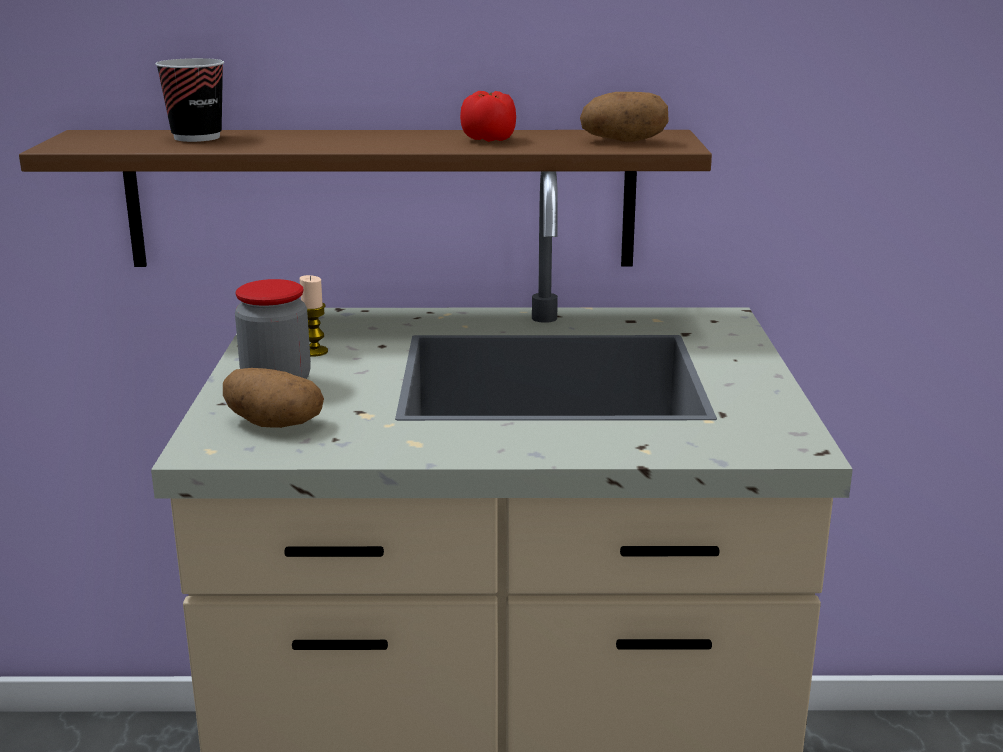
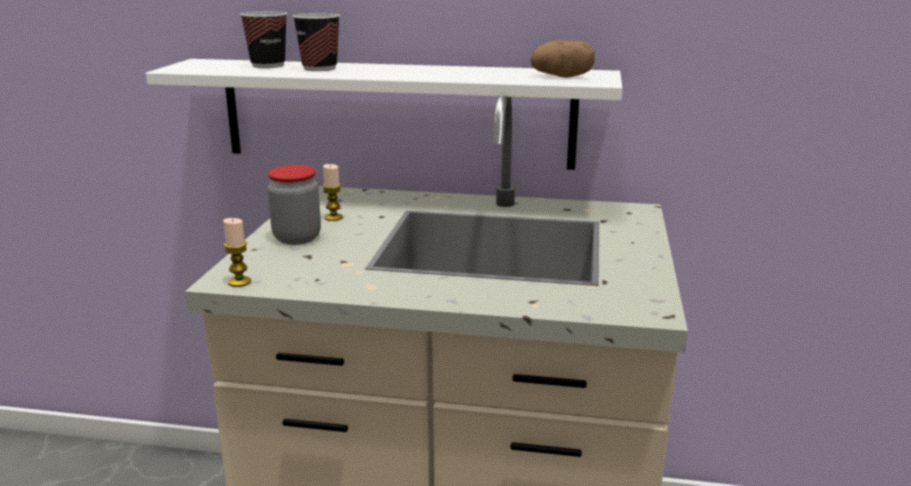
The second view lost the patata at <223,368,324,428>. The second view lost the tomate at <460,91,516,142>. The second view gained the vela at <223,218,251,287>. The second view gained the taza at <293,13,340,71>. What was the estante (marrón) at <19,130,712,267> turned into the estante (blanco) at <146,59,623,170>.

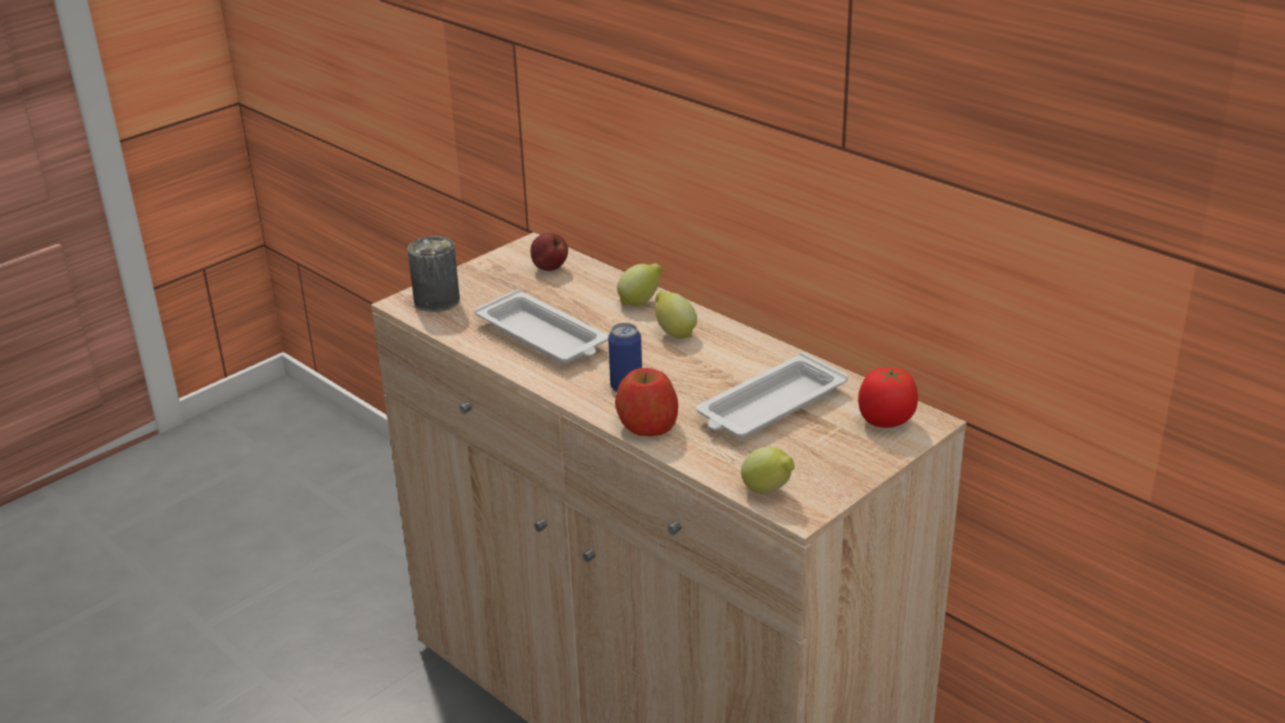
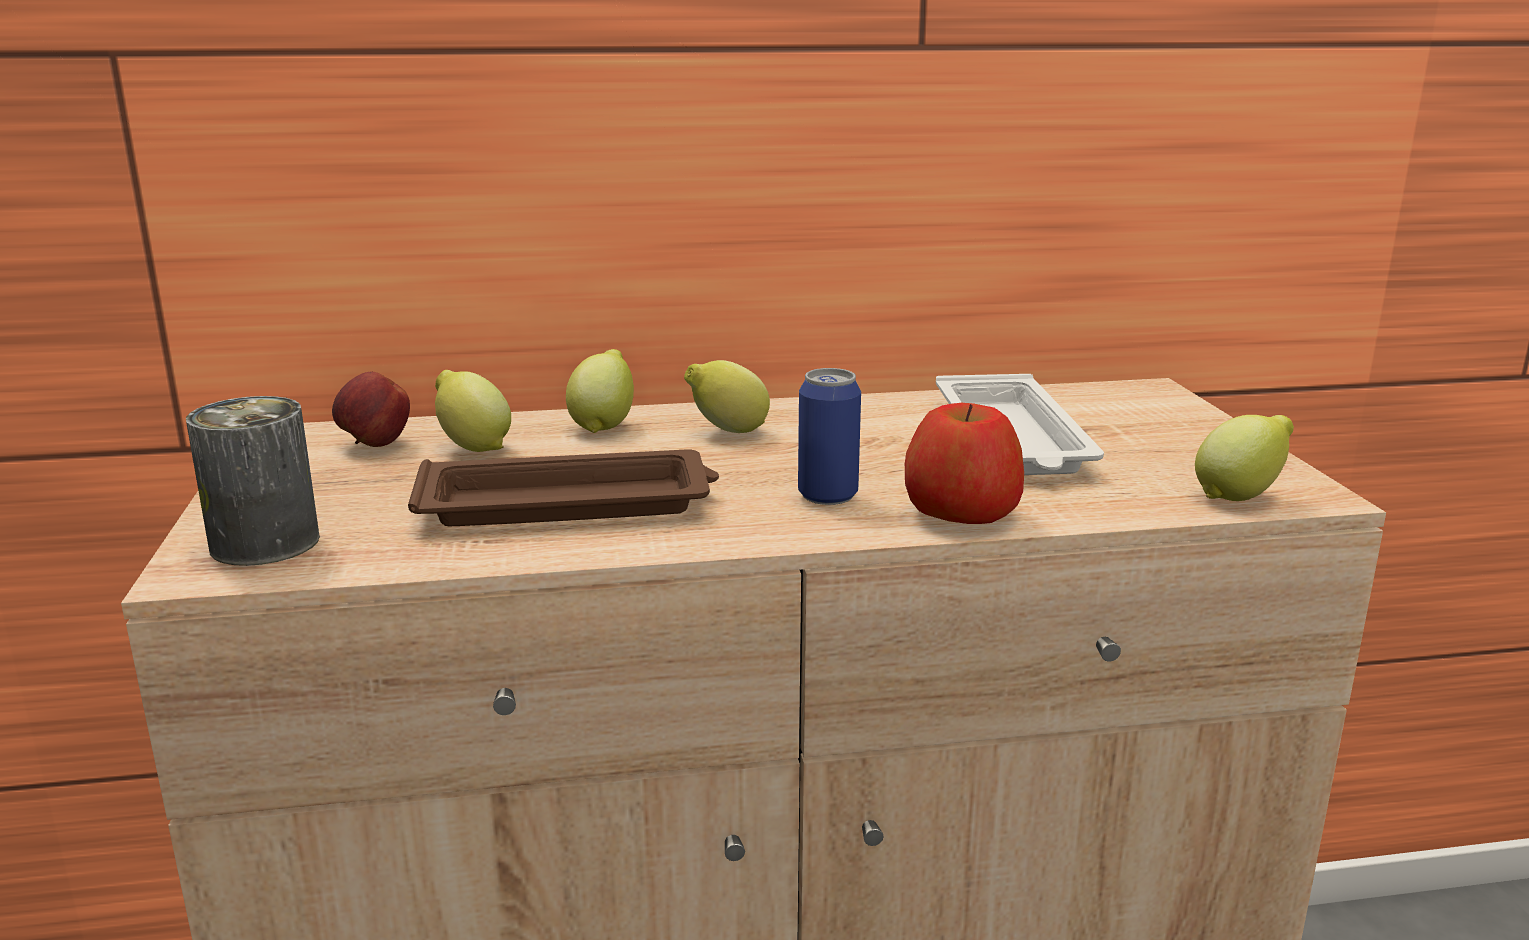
The second view lost the tomate at <858,367,918,428>. The second view gained the limón at <435,370,511,452>. What was the bandeja (blanco) at <474,289,608,364> turned into the bandeja (marrón) at <408,450,719,526>.

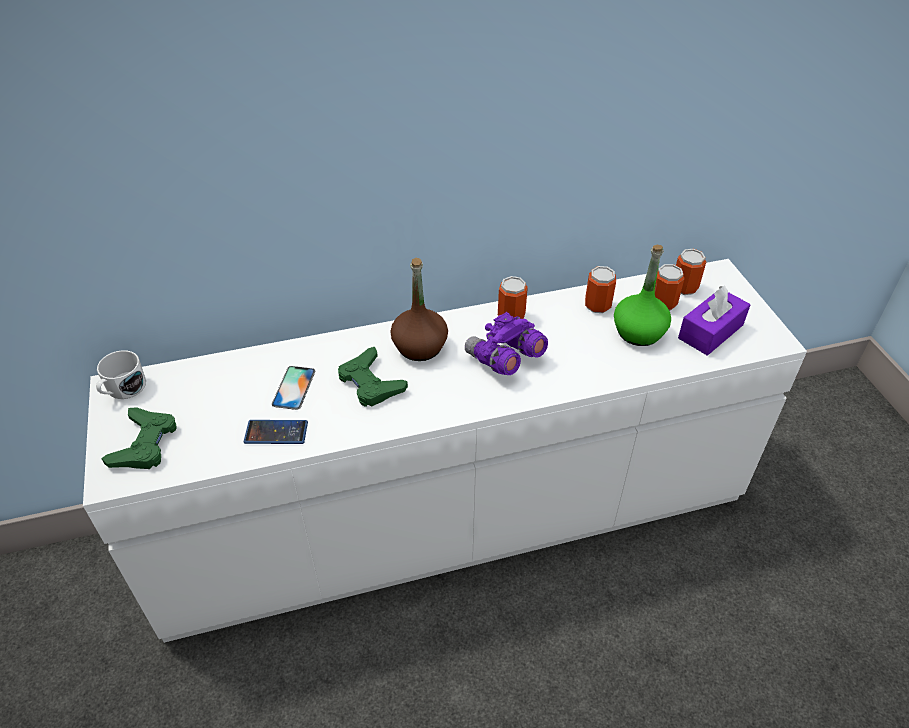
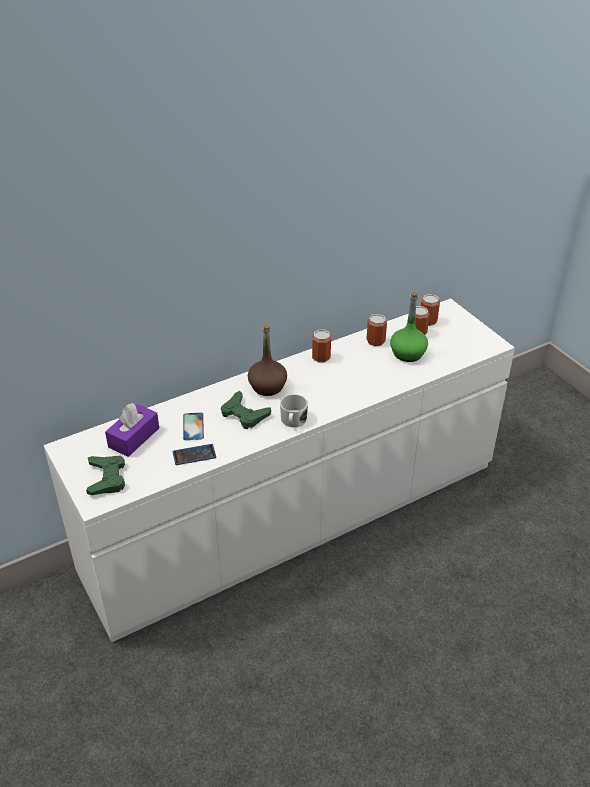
The second view lost the prismáticos (morado) at <465,312,548,375>. The taza grande (blanco) ended up elsewhere, having gone from <96,350,146,399> to <280,394,308,427>. The caja de pañuelos (morado) ended up elsewhere, having gone from <678,286,750,356> to <105,403,159,457>.

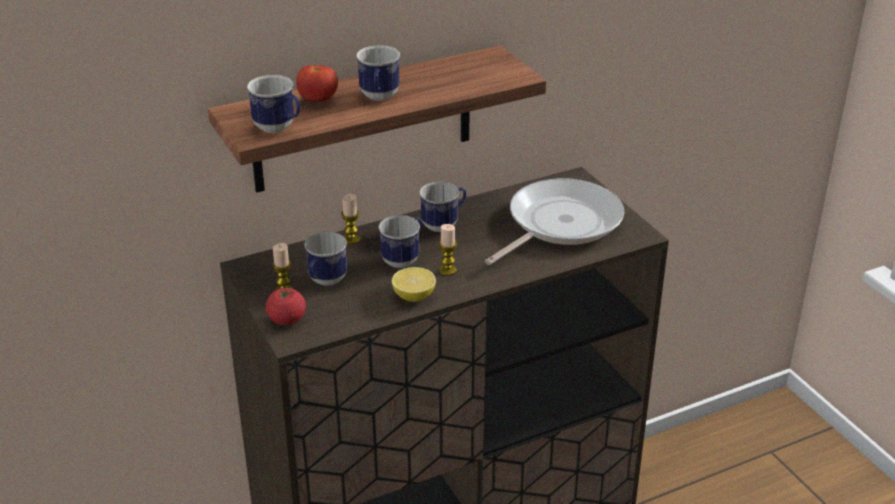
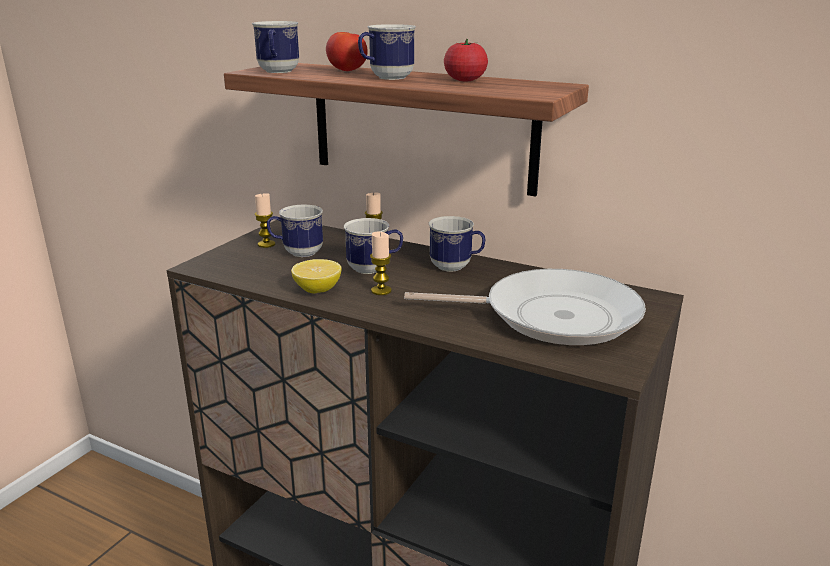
The tomate ended up elsewhere, having gone from <266,288,306,325> to <444,39,488,81>.

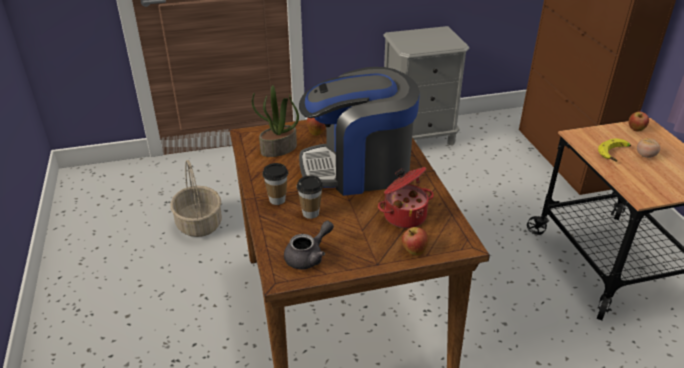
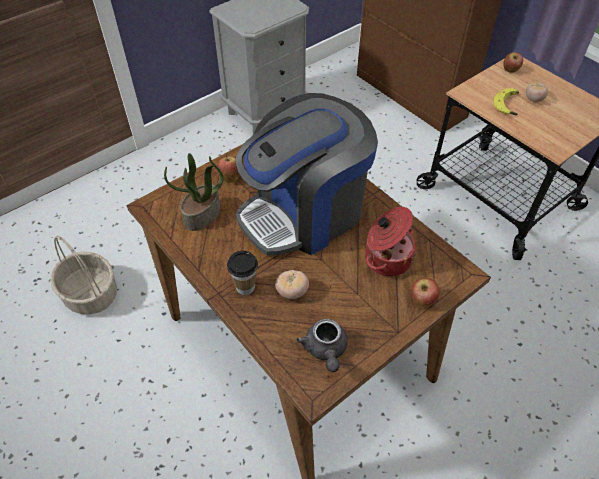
Where the taza stood at <297,176,323,219>, the tomate came to stand at <275,270,309,299>. The tetera (gris) at <284,220,334,270> ended up facing another way, 150 degrees clockwise from before.

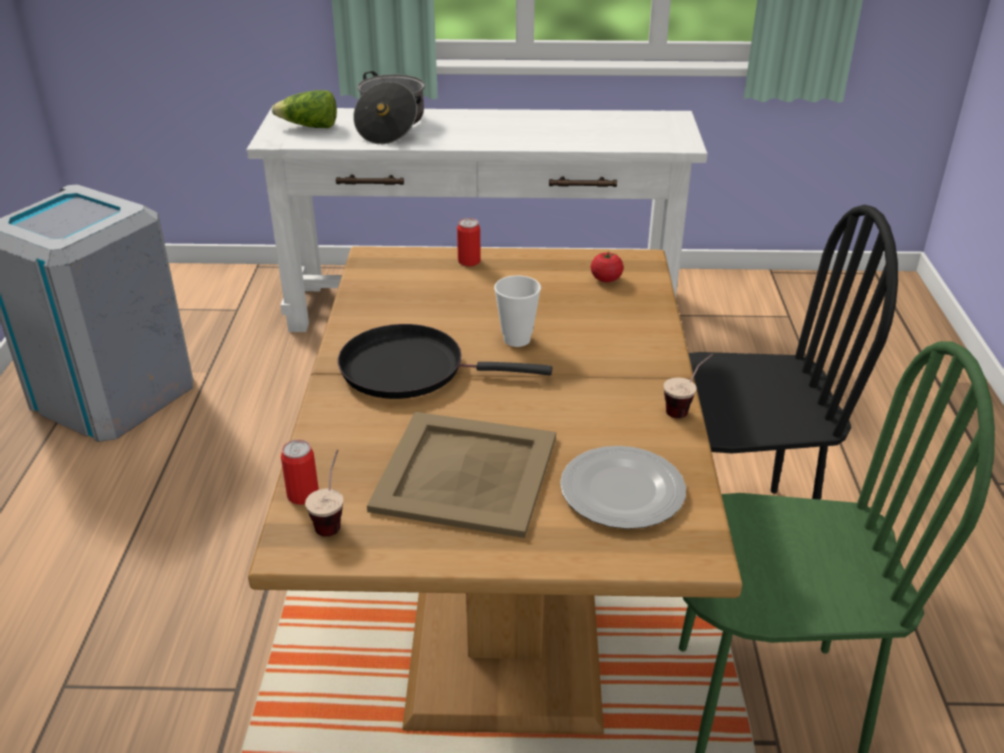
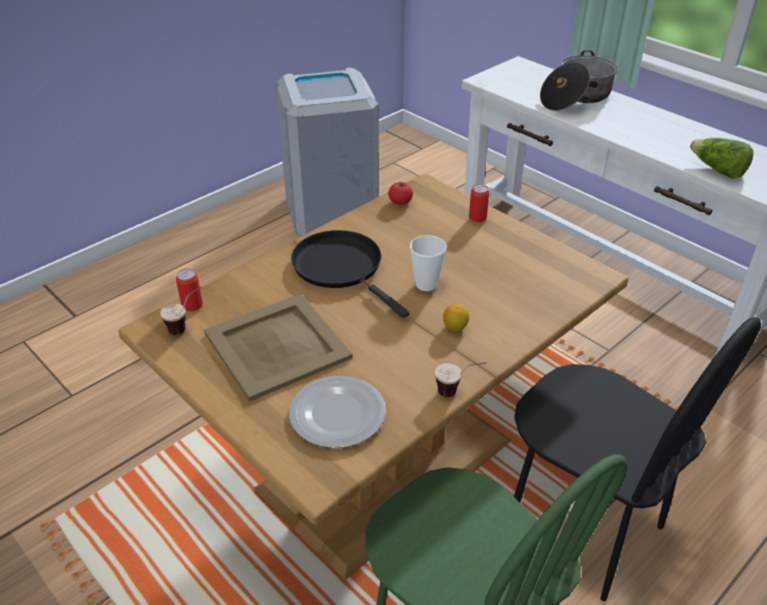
The second view gained the limón at <443,304,469,332>. The lechuga ended up elsewhere, having gone from <272,90,337,128> to <690,138,754,179>. The tomate ended up elsewhere, having gone from <591,252,624,282> to <388,182,413,205>.

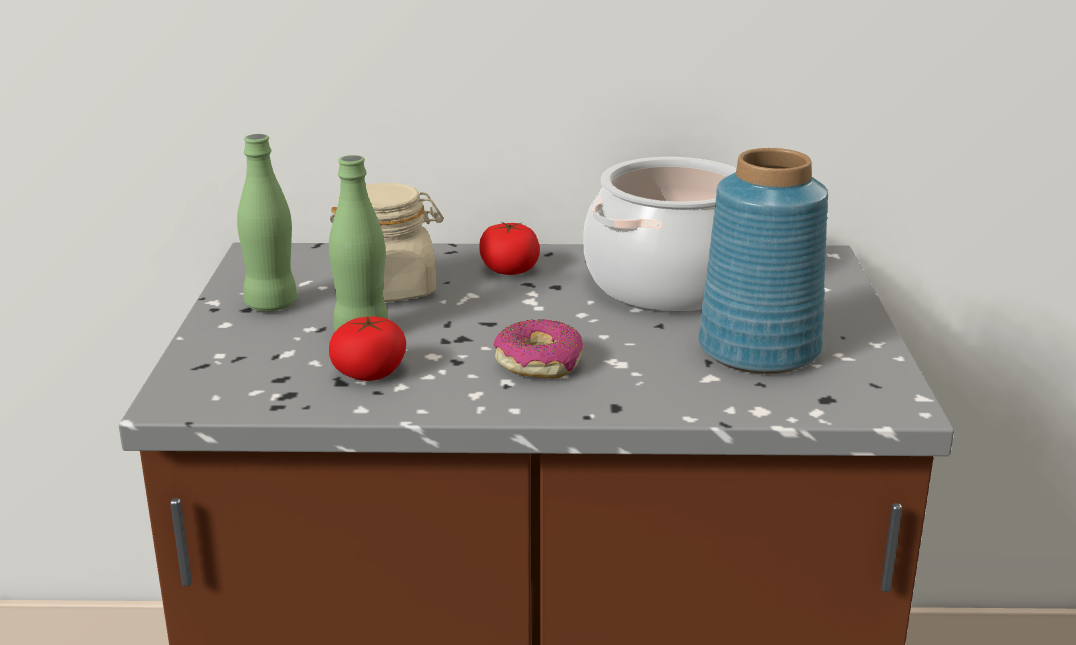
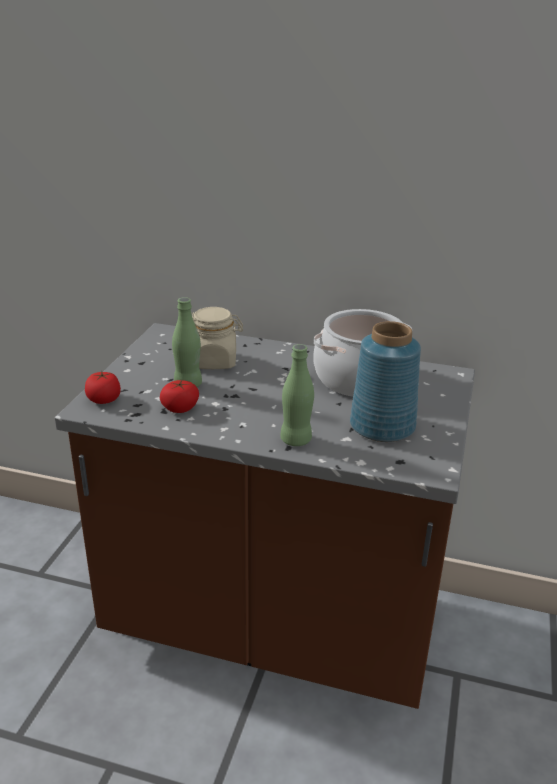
The second view lost the rosquilla at <494,319,583,379>. The botella (verde) ended up elsewhere, having gone from <237,134,297,311> to <280,344,314,446>. The tomate ended up elsewhere, having gone from <479,222,540,275> to <85,371,121,404>.

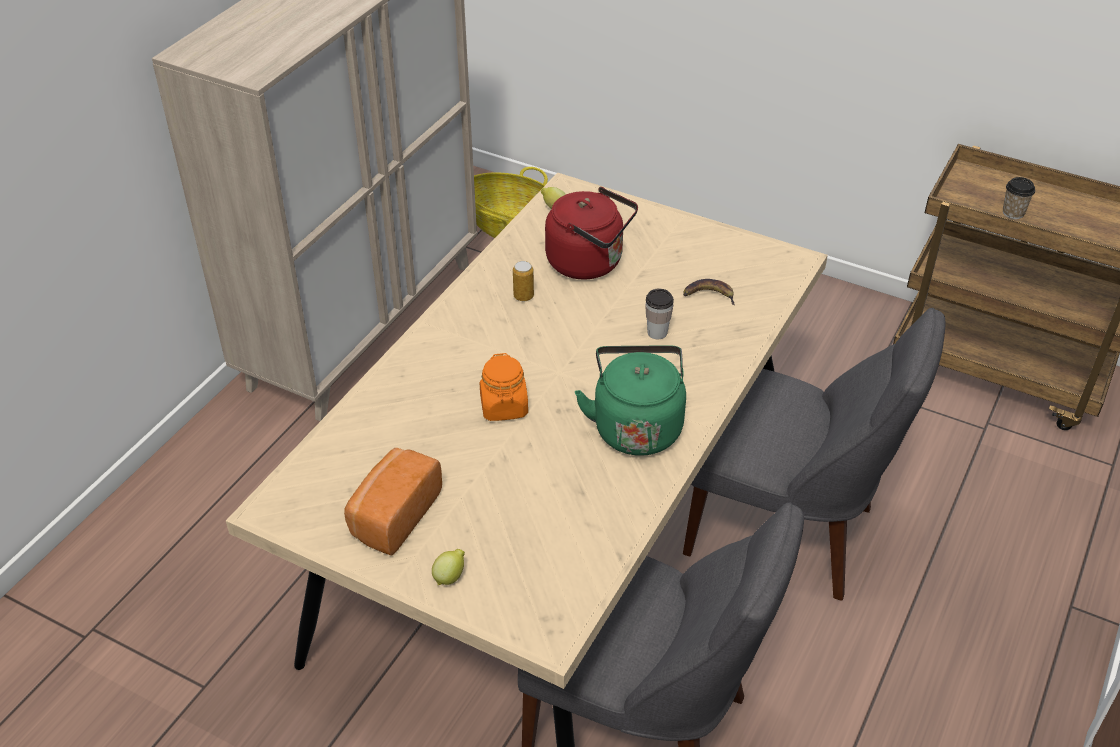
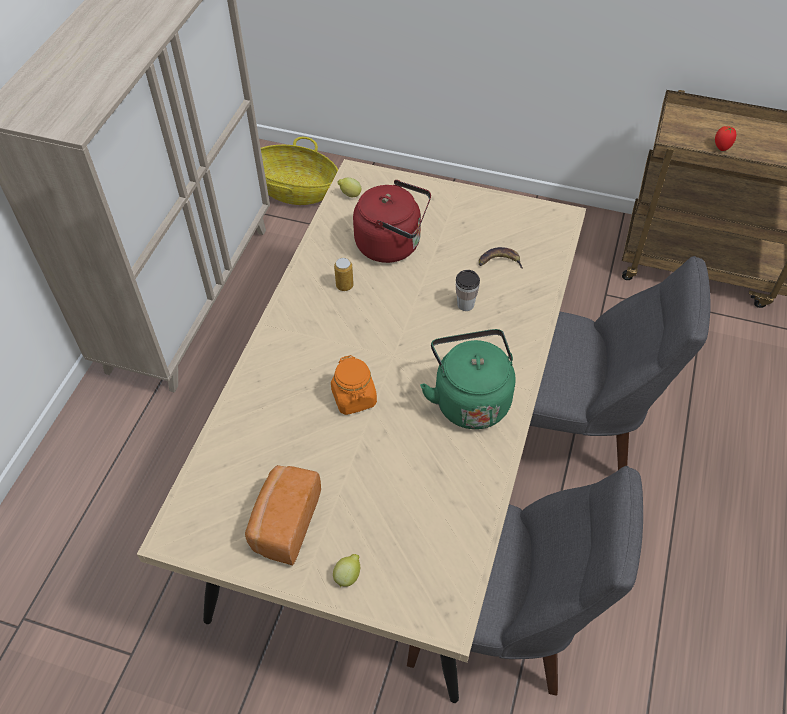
Where the taza stood at <1003,177,1035,219>, the tomate came to stand at <715,126,736,151>.

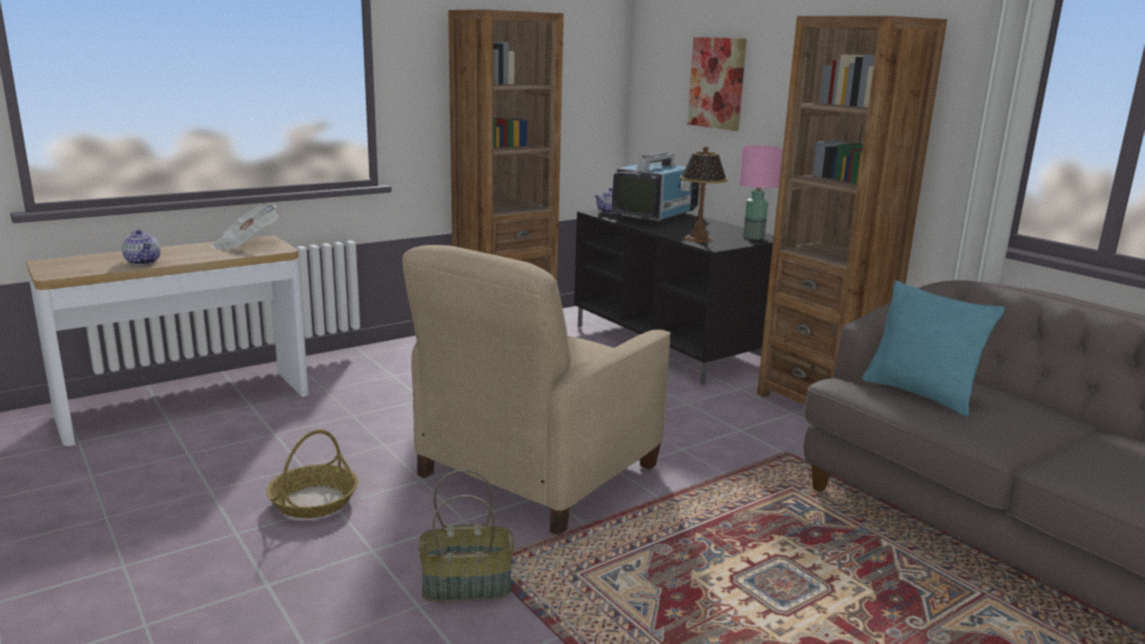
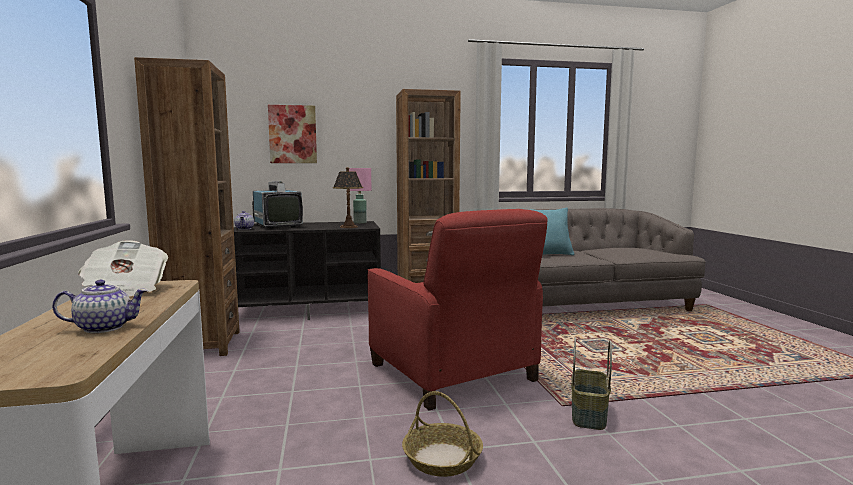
What was the sillón (beis) at <402,245,671,535> turned into the sillón (rojo) at <368,209,548,410>.

